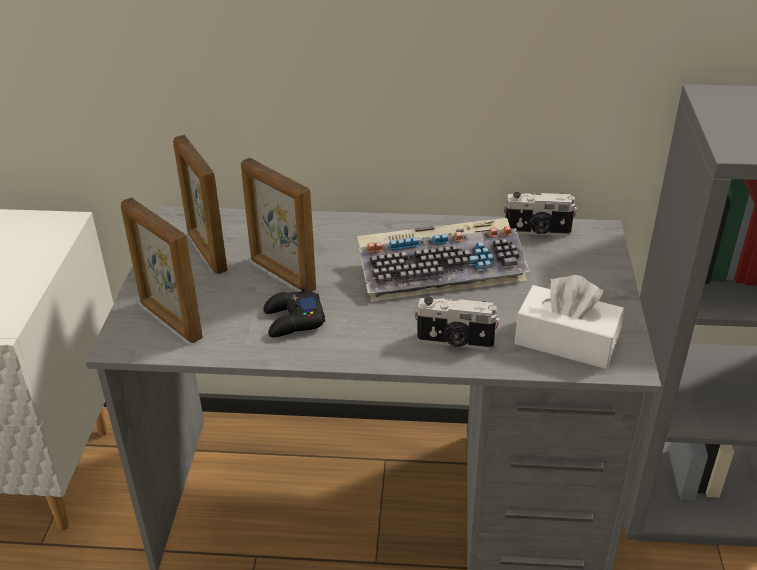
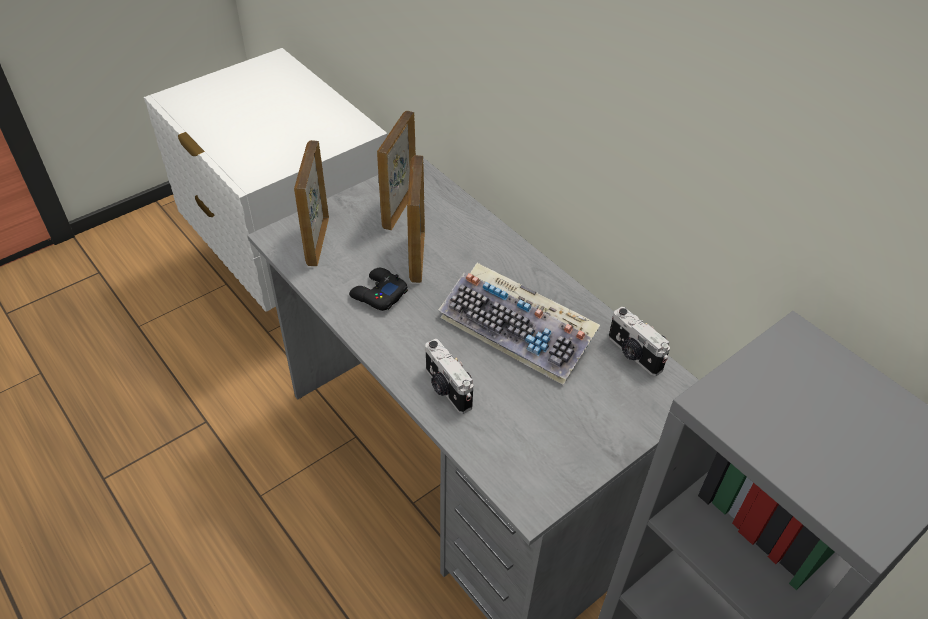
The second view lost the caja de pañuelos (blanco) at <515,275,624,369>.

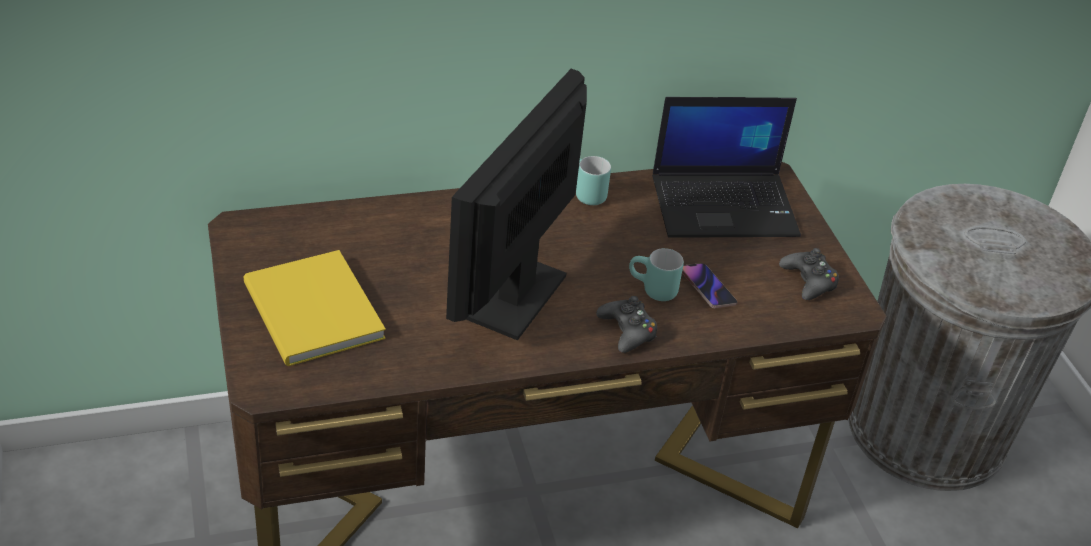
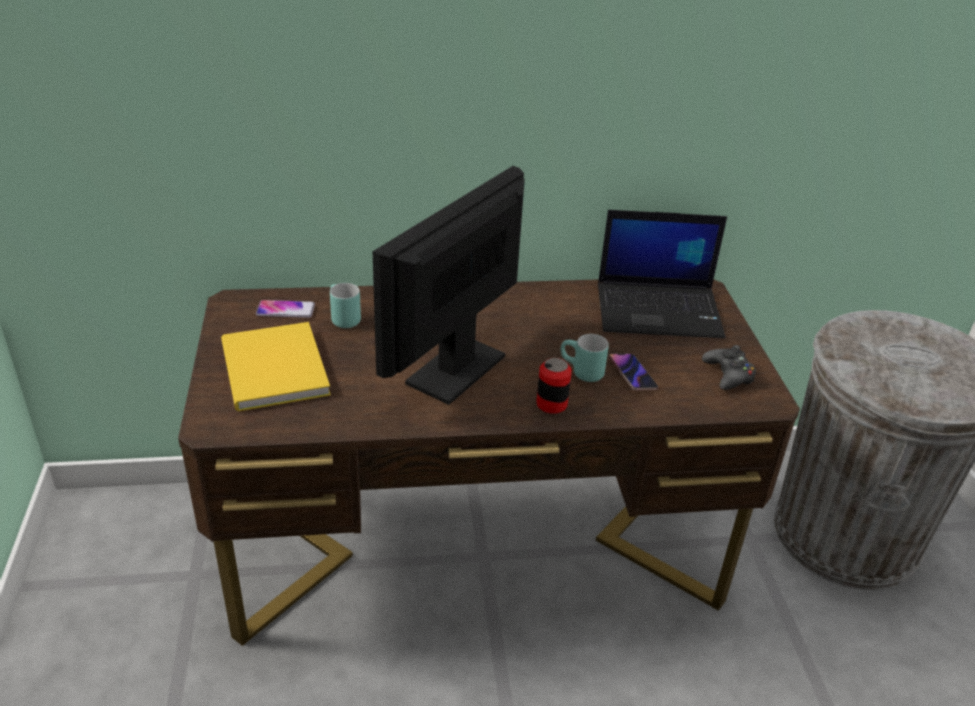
The second view gained the móvil at <256,300,315,318>. The taza grande (turquesa) ended up elsewhere, having gone from <576,156,611,205> to <330,283,361,328>. Where the mando de consola (negro) stood at <596,296,657,353>, the lata came to stand at <536,358,572,414>.

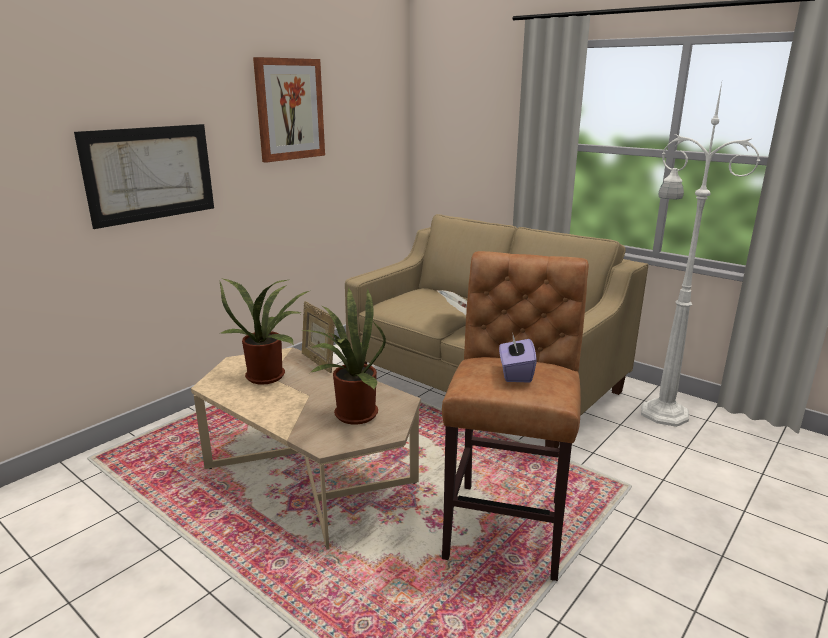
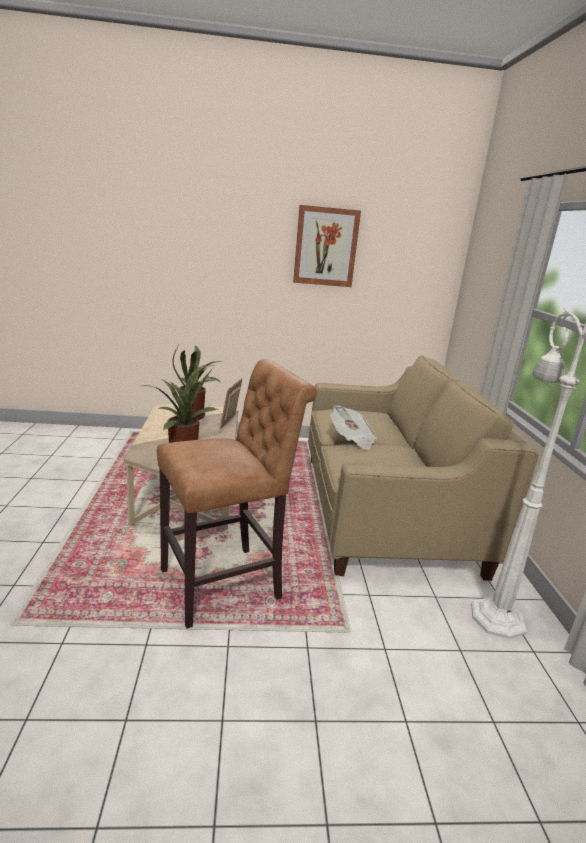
The second view lost the cuadro at <74,124,214,229>. The second view lost the caja de pañuelos (morado) at <499,335,537,383>.

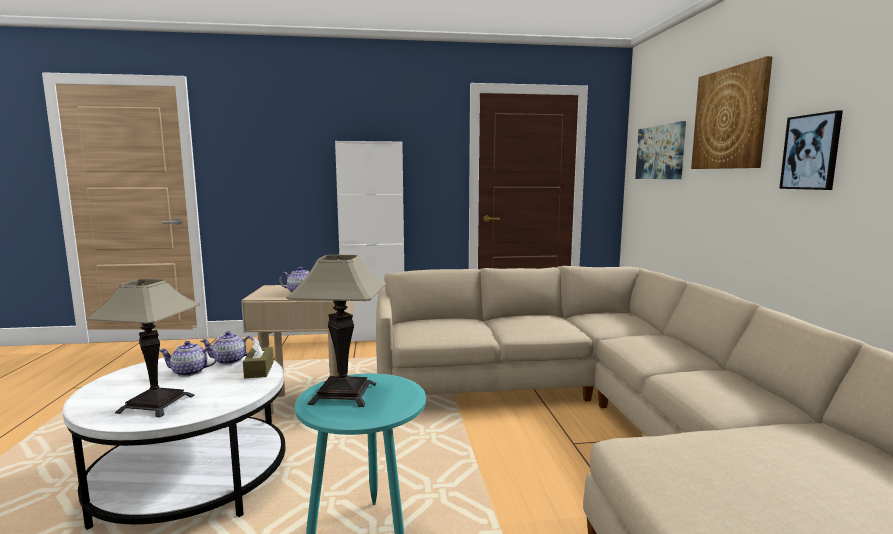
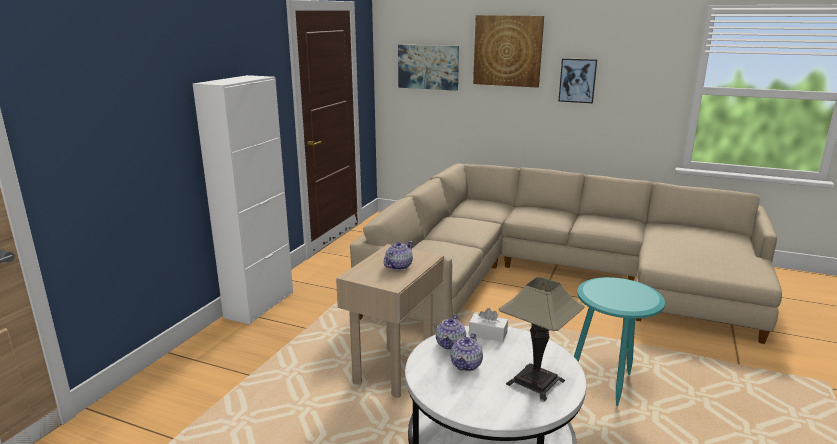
The second view lost the lámpara de mesa at <286,255,387,407>. What was the caja de pañuelos (marrón) at <243,338,274,378> turned into the caja de pañuelos (blanco) at <469,308,508,342>.

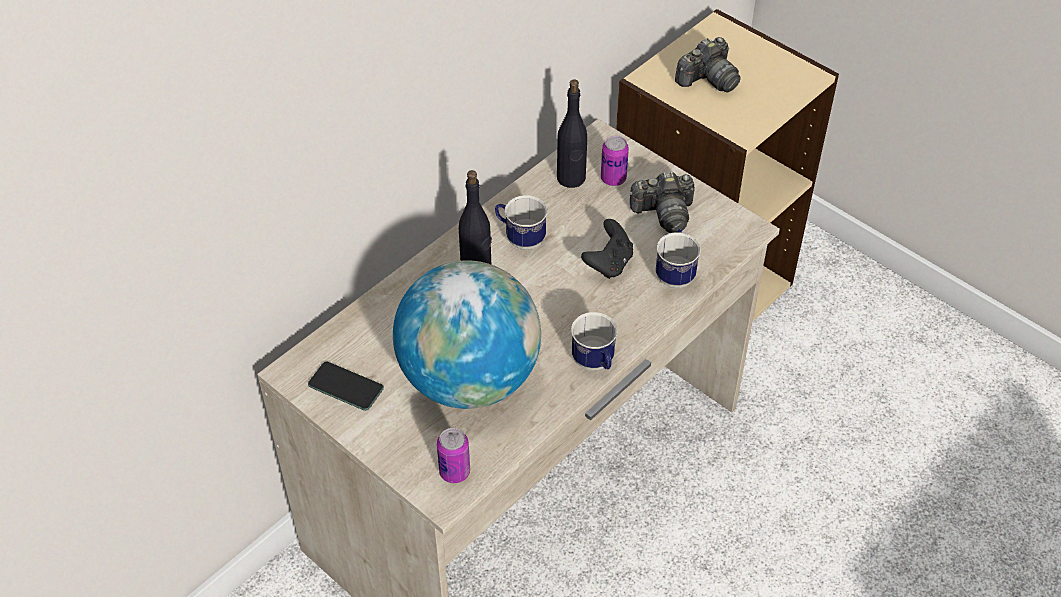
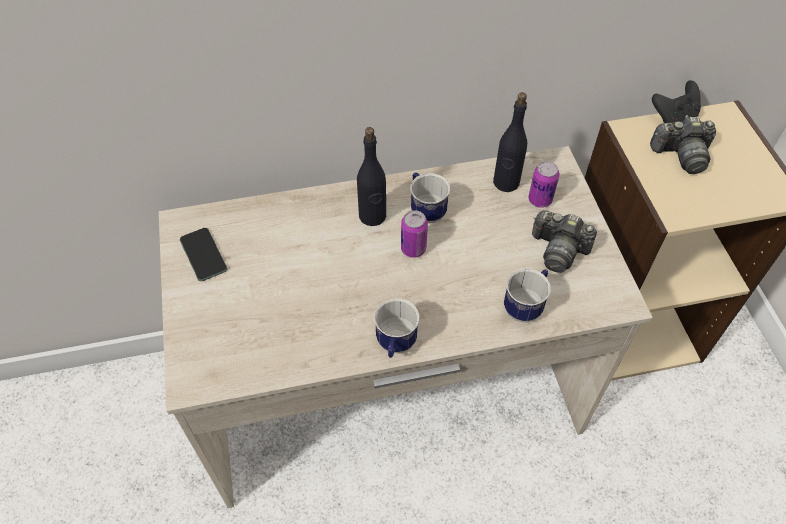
The second view lost the globo terráqueo at <393,260,541,409>. The lata ended up elsewhere, having gone from <437,428,470,483> to <401,210,428,258>. The mando de consola (negro) ended up elsewhere, having gone from <581,219,633,279> to <652,80,701,123>.

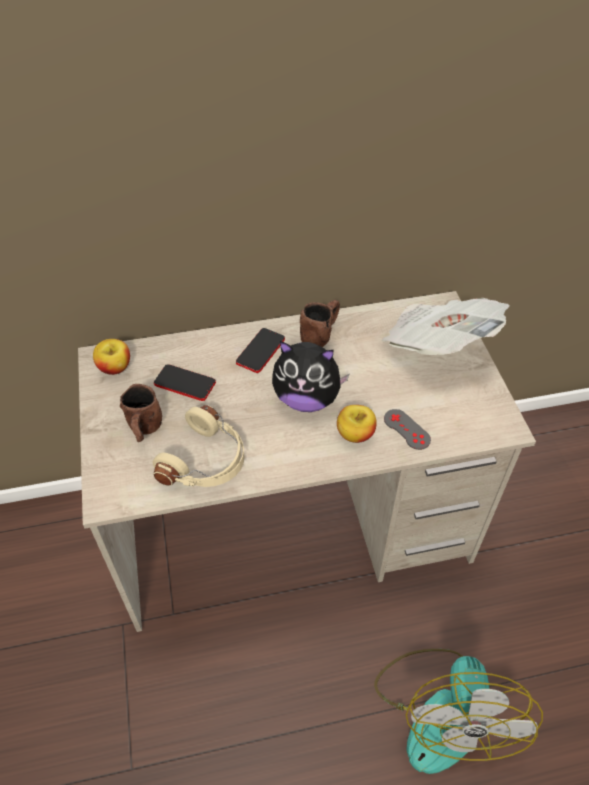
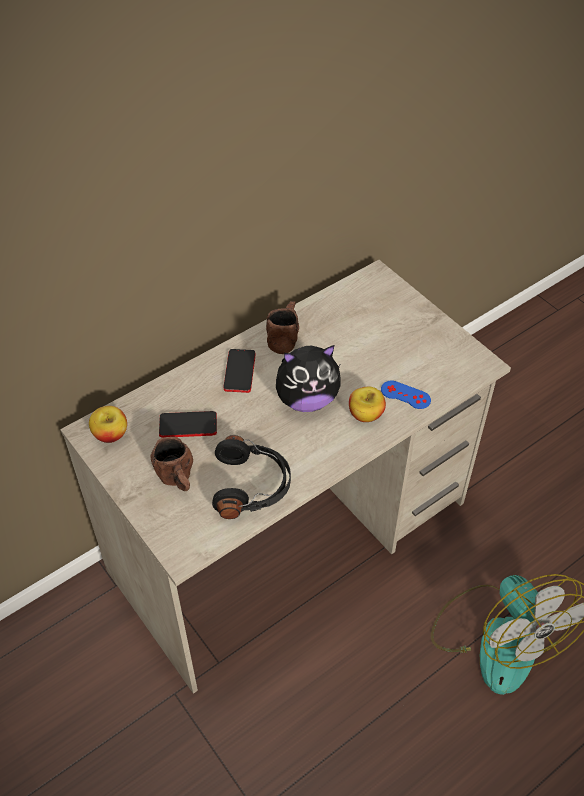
The second view lost the periódico at <381,298,509,355>. What was the auriculares (beis) at <153,405,245,487> turned into the auriculares (negro) at <212,435,291,519>. What was the mando de consola (gris) at <384,409,431,450> turned into the mando de consola (azul) at <381,381,431,409>.

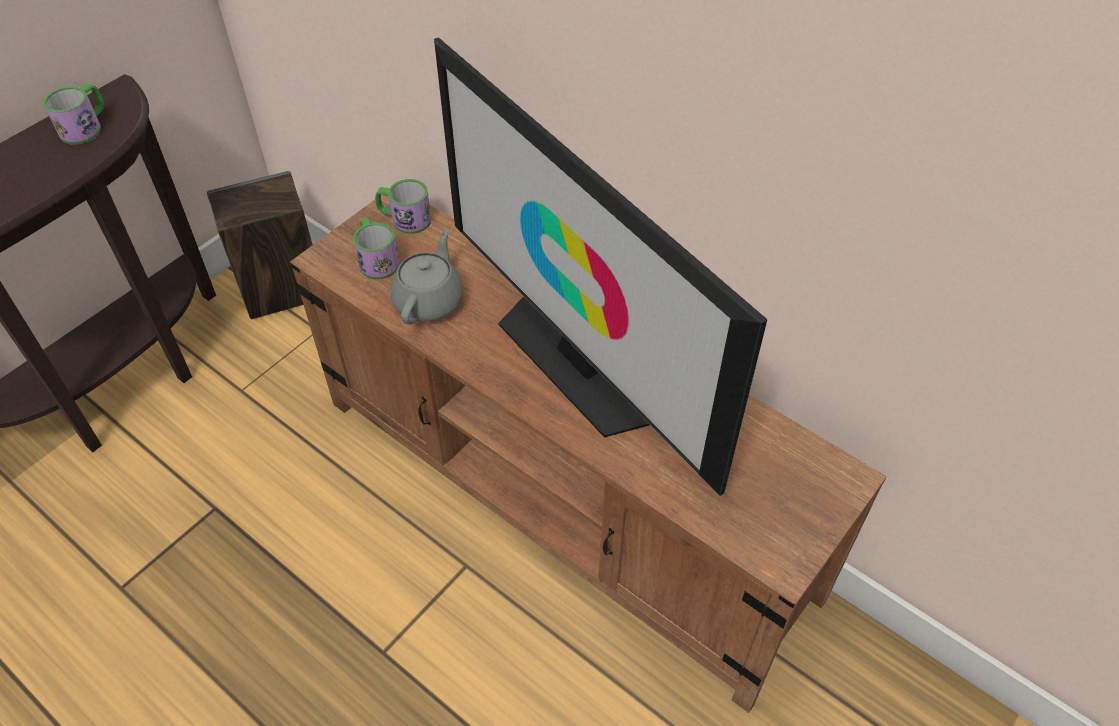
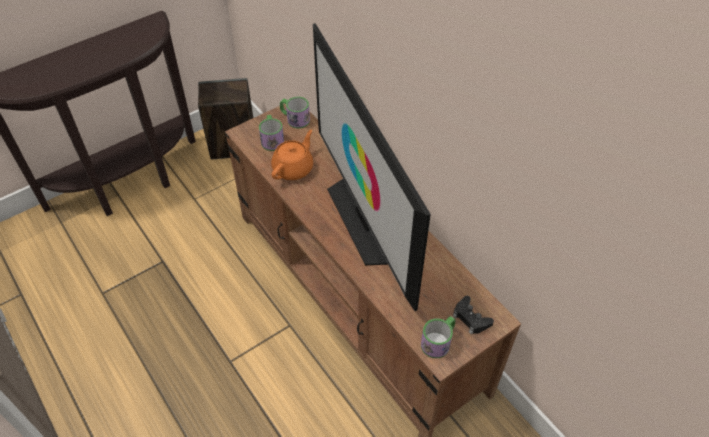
The second view gained the mando de consola (negro) at <453,296,494,335>. The taza grande ended up elsewhere, having gone from <43,83,104,145> to <421,316,455,358>. What was the tetera (gris) at <391,229,464,324> turned into the tetera (naranja) at <271,130,313,180>.

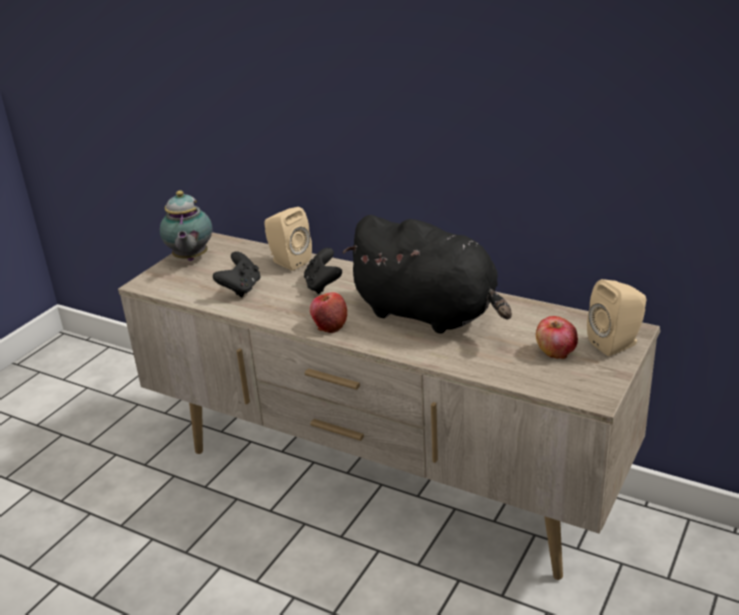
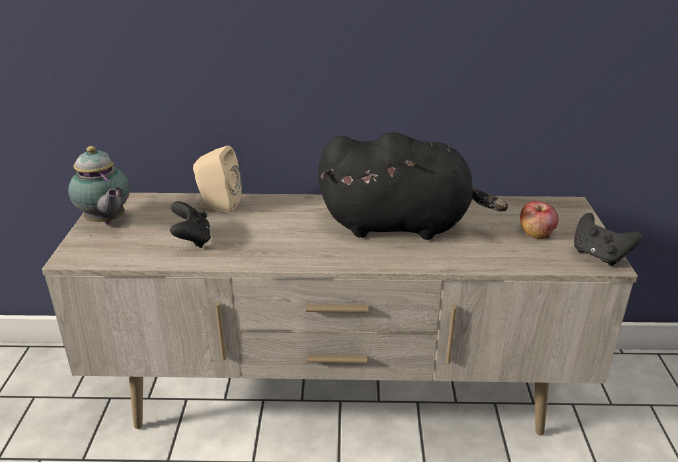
The second view lost the manzana at <310,292,347,333>. The second view lost the altavoz (beis) at <587,279,646,356>. The mando de consola (negro) ended up elsewhere, having gone from <304,248,342,294> to <574,213,642,266>.

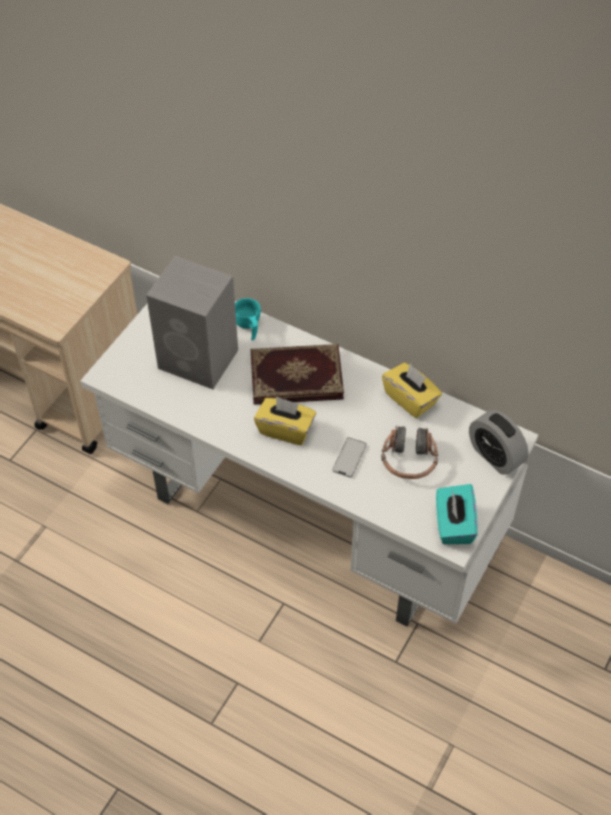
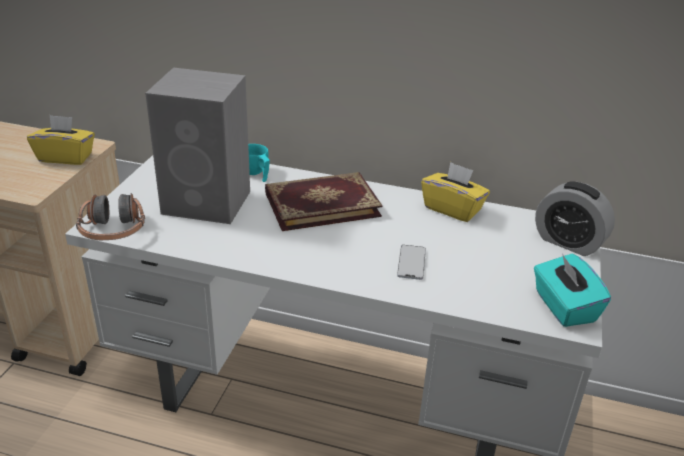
The caja de pañuelos (amarillo) ended up elsewhere, having gone from <254,396,316,445> to <27,115,95,165>. The auriculares ended up elsewhere, having gone from <381,425,438,479> to <76,193,145,240>.

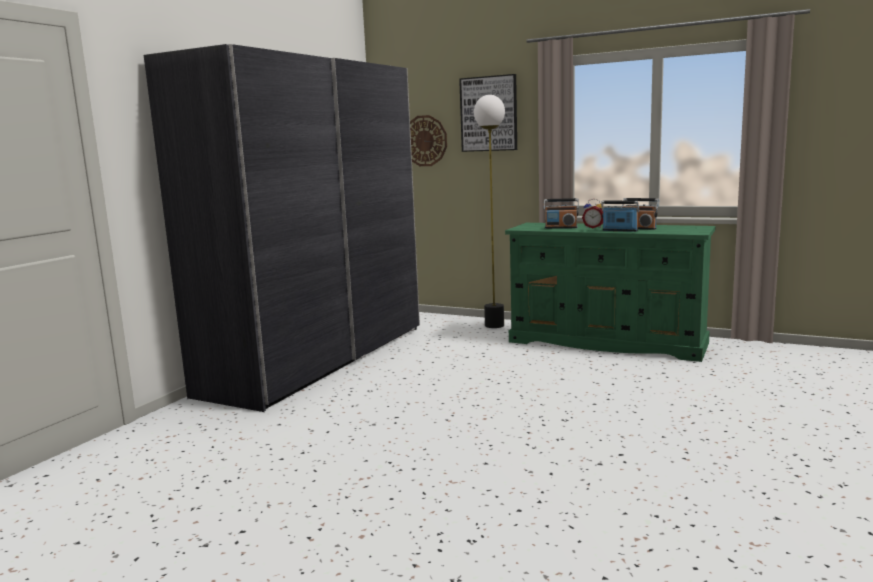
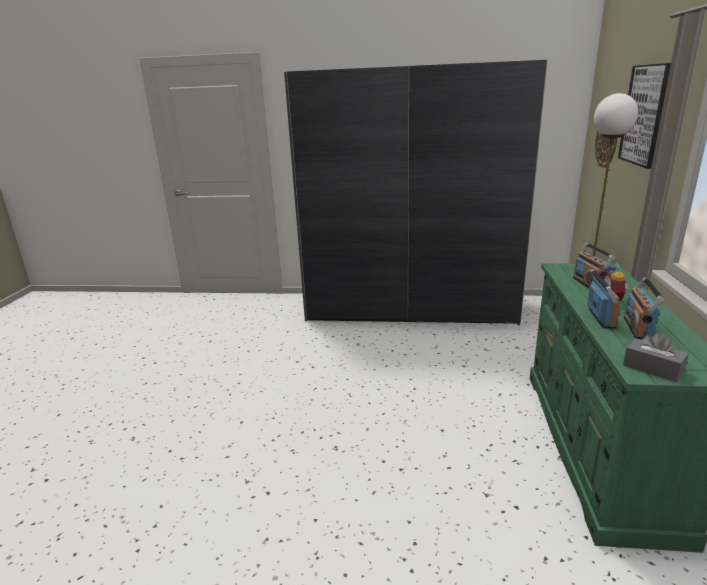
The second view gained the caja de pañuelos (gris) at <623,332,689,382>.

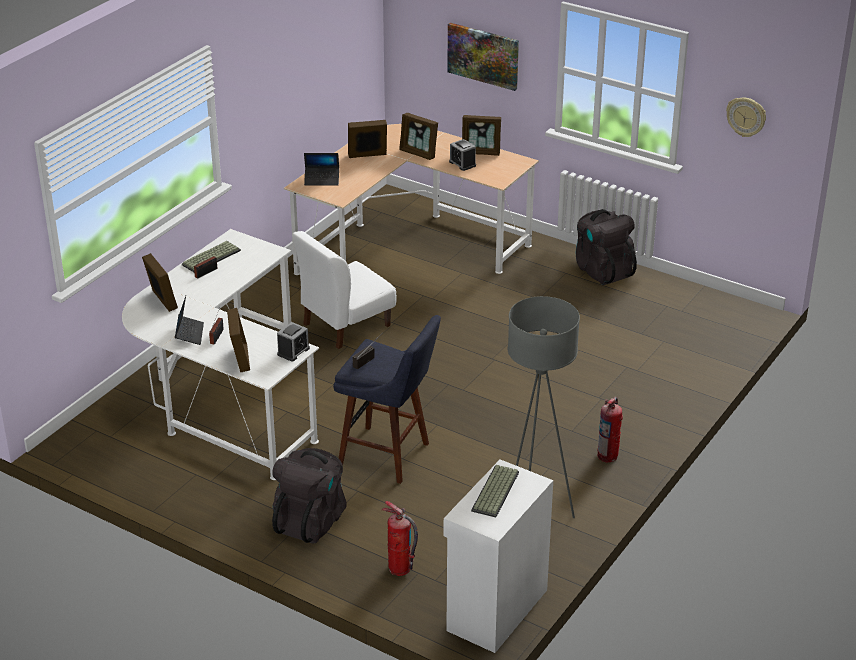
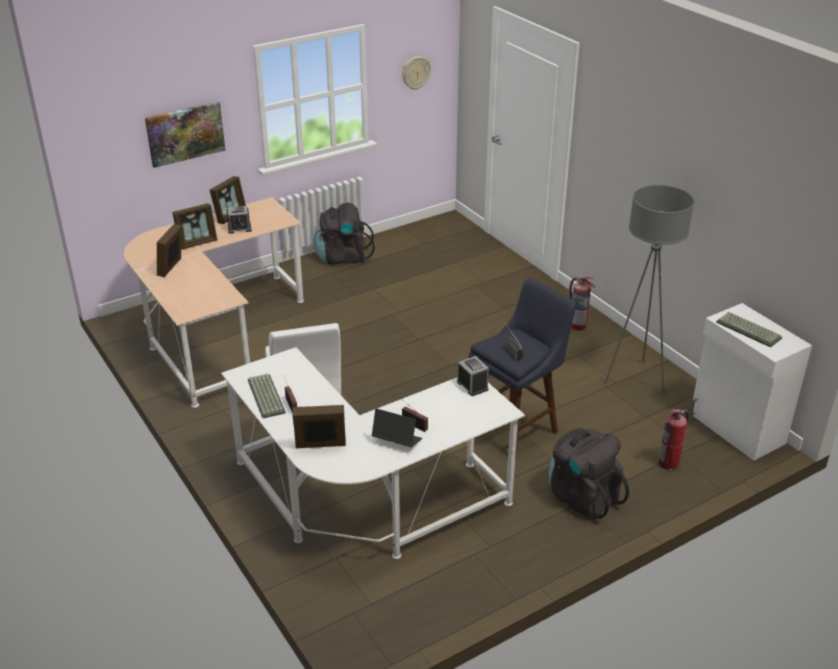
The second view lost the portarretratos at <227,308,250,372>. The second view lost the portátil at <304,153,339,186>.

